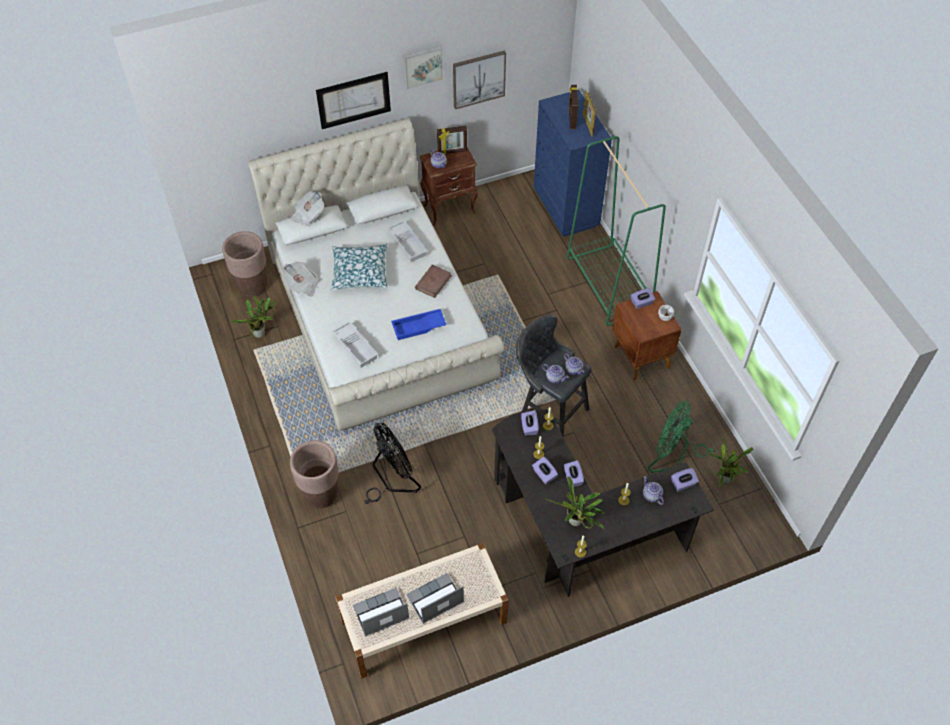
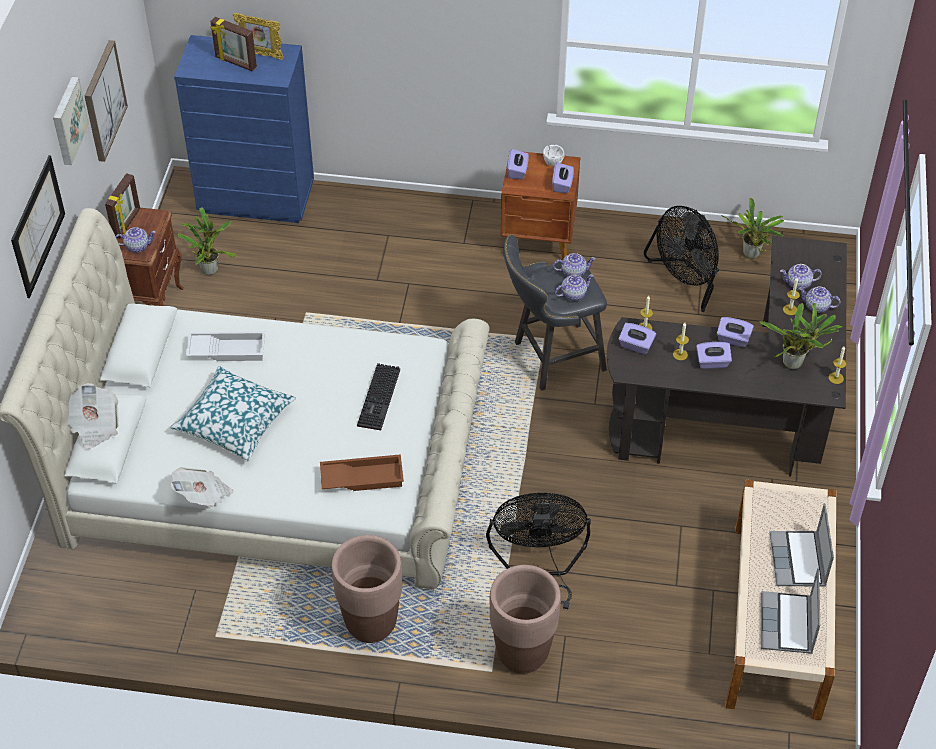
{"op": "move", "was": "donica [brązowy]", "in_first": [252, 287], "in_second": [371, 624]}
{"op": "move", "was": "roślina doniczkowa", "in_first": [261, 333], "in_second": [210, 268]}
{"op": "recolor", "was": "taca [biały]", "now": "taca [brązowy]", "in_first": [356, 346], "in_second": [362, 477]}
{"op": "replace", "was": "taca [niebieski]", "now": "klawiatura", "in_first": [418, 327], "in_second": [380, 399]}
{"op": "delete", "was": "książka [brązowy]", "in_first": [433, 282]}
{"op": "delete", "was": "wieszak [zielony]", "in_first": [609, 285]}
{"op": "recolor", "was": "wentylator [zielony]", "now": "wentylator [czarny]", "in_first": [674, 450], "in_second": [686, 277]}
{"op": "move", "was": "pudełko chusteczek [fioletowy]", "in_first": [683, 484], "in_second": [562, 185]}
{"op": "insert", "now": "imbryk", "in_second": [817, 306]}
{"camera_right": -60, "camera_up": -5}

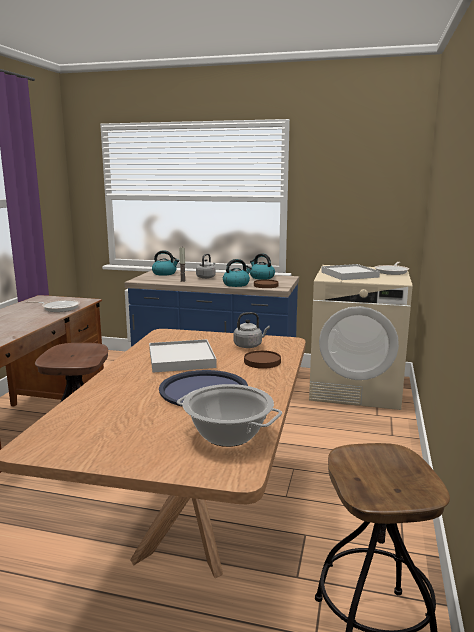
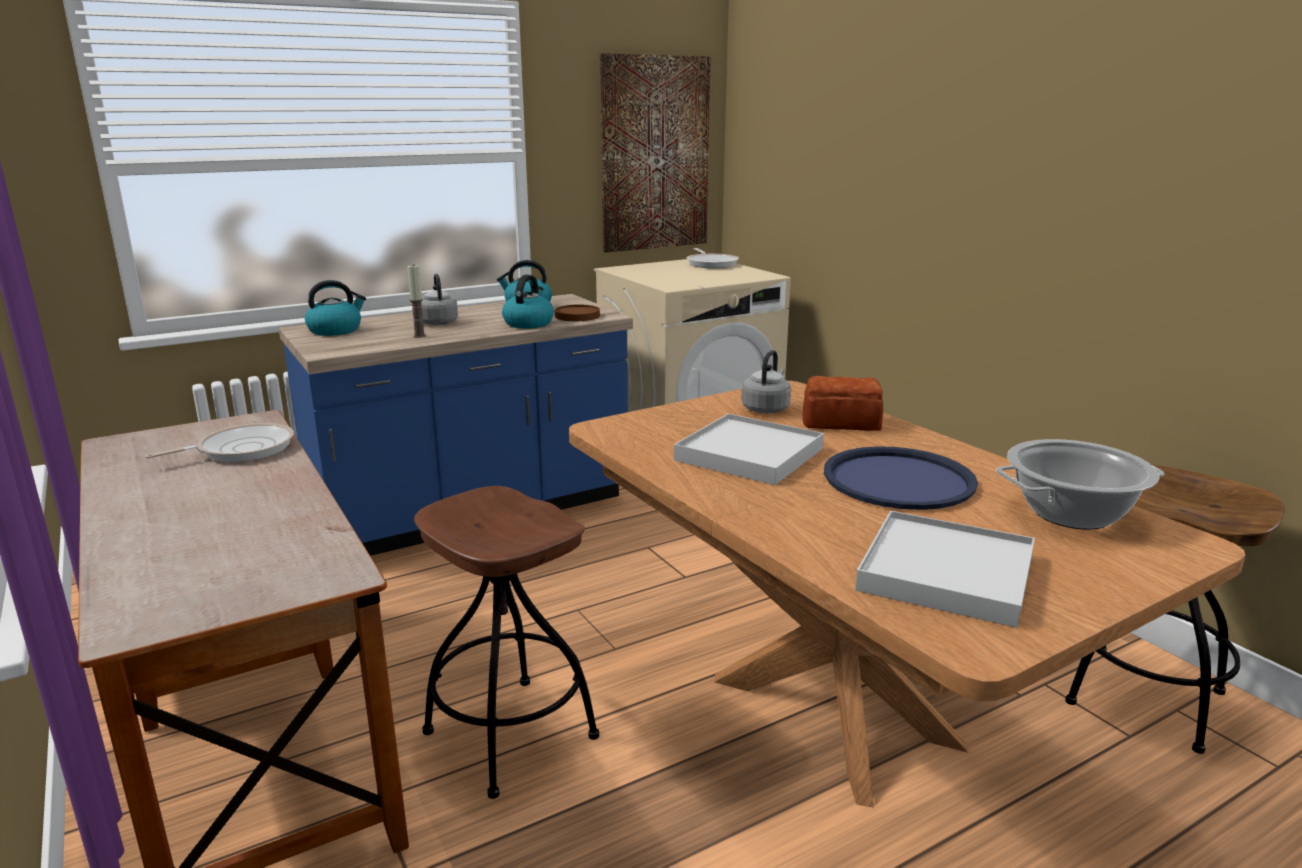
{"op": "replace", "was": "talerz [brązowy]", "now": "chleb", "in_first": [262, 362], "in_second": [843, 423]}
{"op": "move", "was": "taca [biały]", "in_first": [349, 275], "in_second": [945, 573]}
{"op": "insert", "now": "obraz", "in_second": [654, 154]}
{"camera_right": -45, "camera_up": 5}

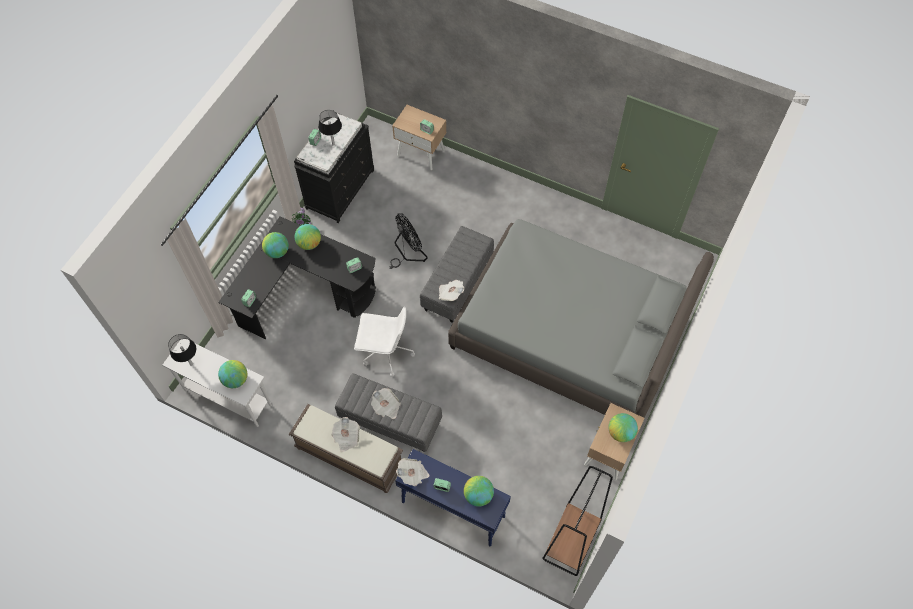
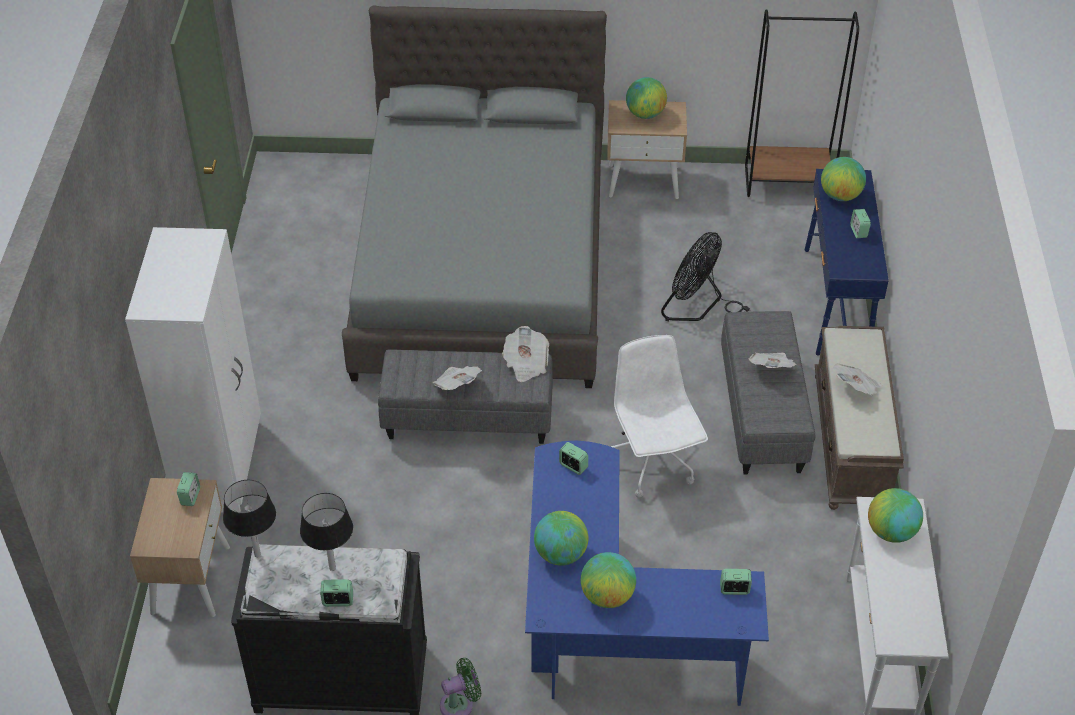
{"op": "move", "was": "lampa stołowa [czarny]", "in_first": [191, 364], "in_second": [257, 554]}
{"op": "recolor", "was": "biurko [czarny]", "now": "biurko [niebieski]", "in_first": [304, 293], "in_second": [610, 630]}
{"op": "move", "was": "wentylator [czarny]", "in_first": [406, 250], "in_second": [702, 303]}
{"op": "move", "was": "gazeta", "in_first": [413, 474], "in_second": [457, 385]}
{"op": "insert", "now": "szafa [biały]", "in_second": [220, 464]}
{"camera_right": -115, "camera_up": -15}

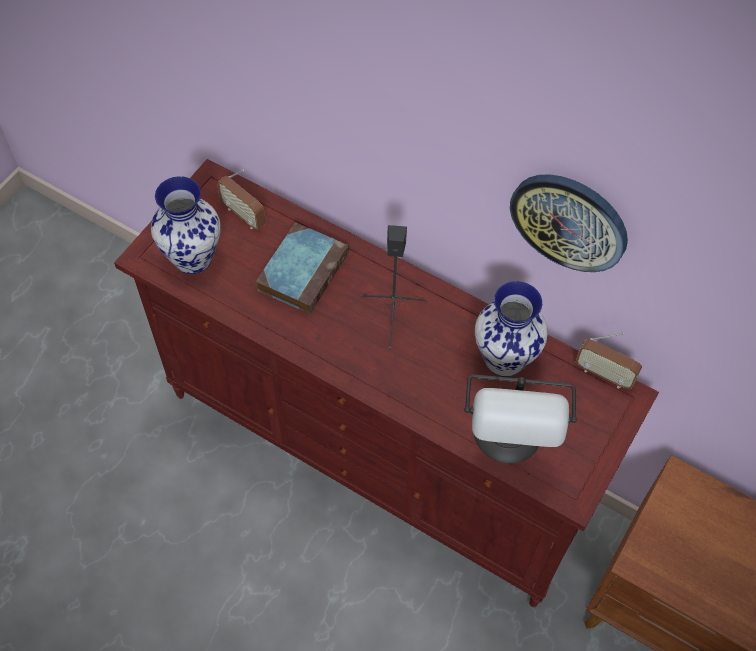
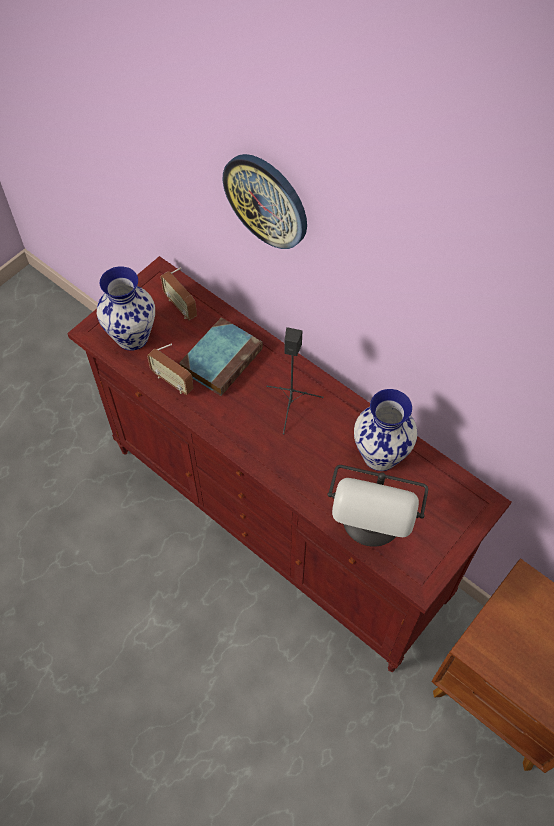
{"op": "move", "was": "zegar ścienny", "in_first": [569, 221], "in_second": [266, 200]}
{"op": "move", "was": "radio", "in_first": [604, 374], "in_second": [172, 381]}
{"camera_right": 10, "camera_up": 0}

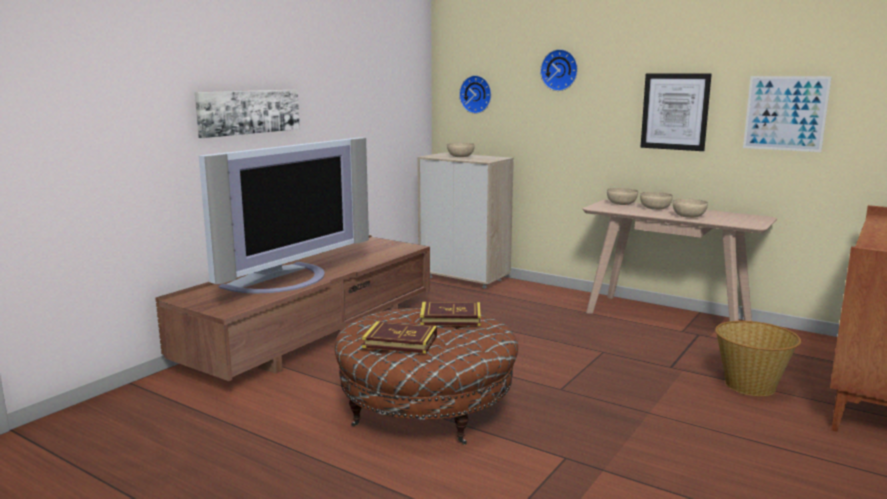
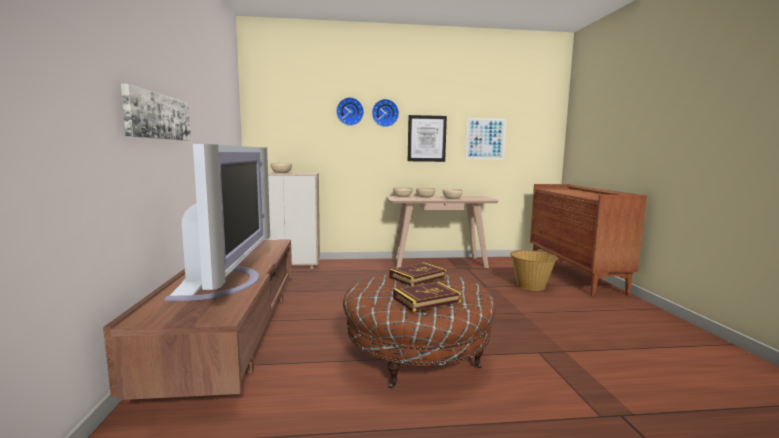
{"op": "move", "was": "zegar ścienny", "in_first": [476, 94], "in_second": [385, 113]}
{"camera_right": -40, "camera_up": -5}

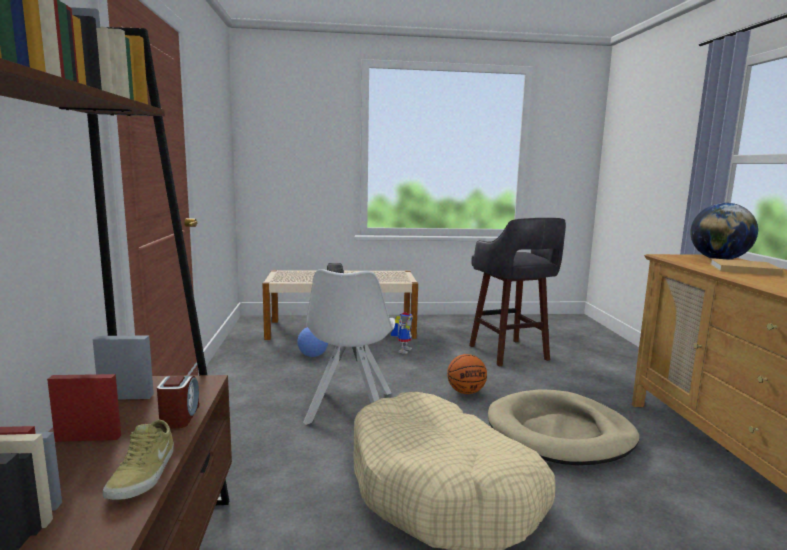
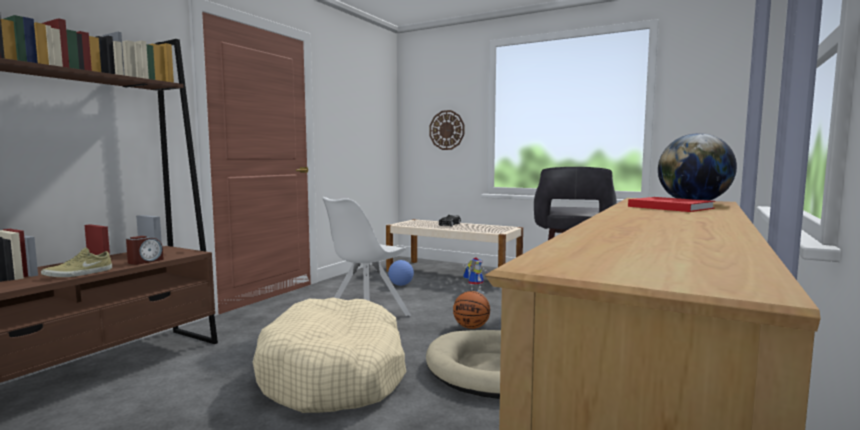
{"op": "recolor", "was": "książka [beżowy]", "now": "książka [czerwony]", "in_first": [741, 269], "in_second": [668, 207]}
{"op": "insert", "now": "zegar ścienny", "in_second": [447, 130]}
{"camera_right": 35, "camera_up": -5}

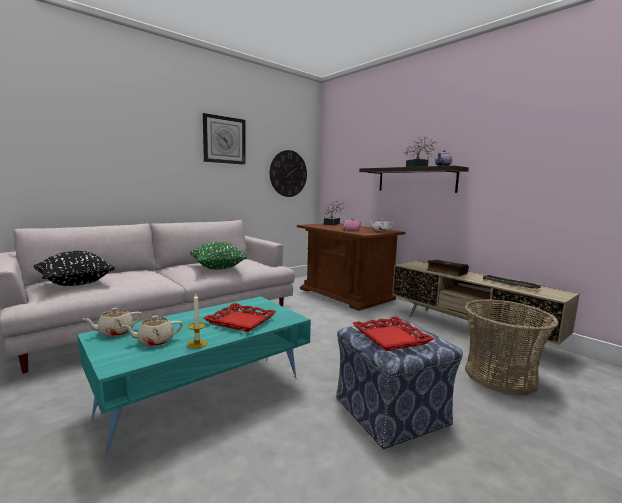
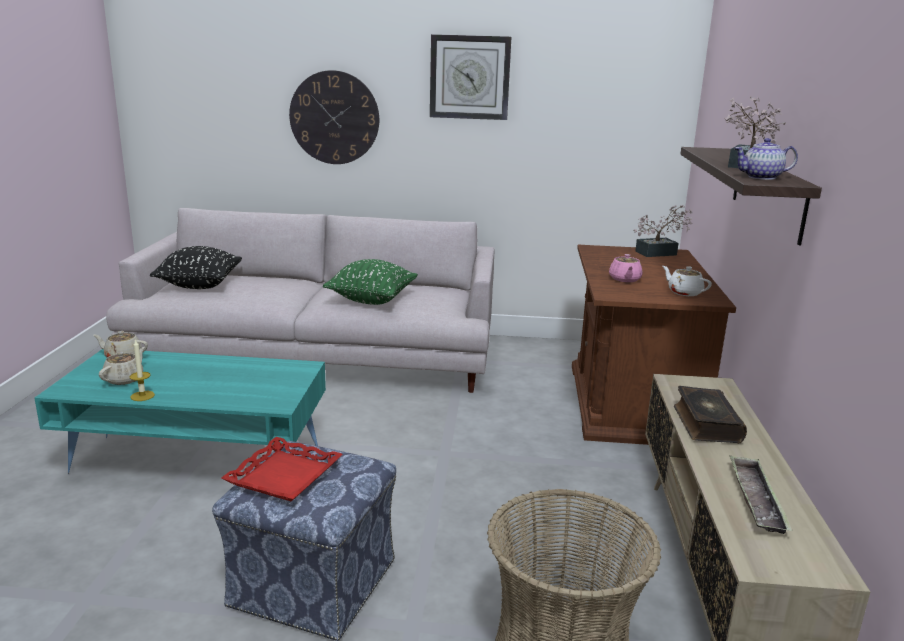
{"op": "rotate", "was": "imbryk [beżowy]", "in_first": [154, 341], "in_second": [124, 379], "clockwise": 90}
{"op": "delete", "was": "taca [czerwony]", "in_first": [240, 321]}
{"op": "move", "was": "zegar ścienny", "in_first": [288, 173], "in_second": [334, 118]}
{"camera_right": 45, "camera_up": 10}

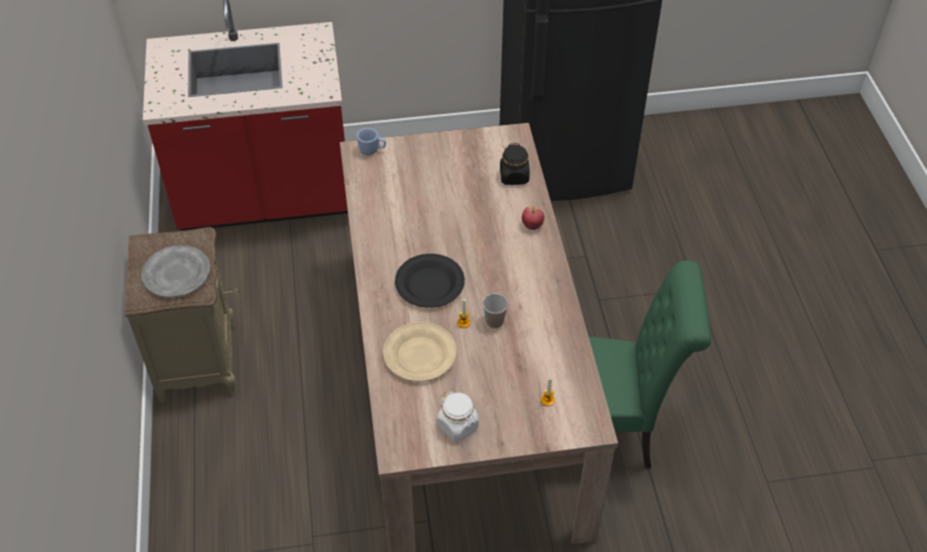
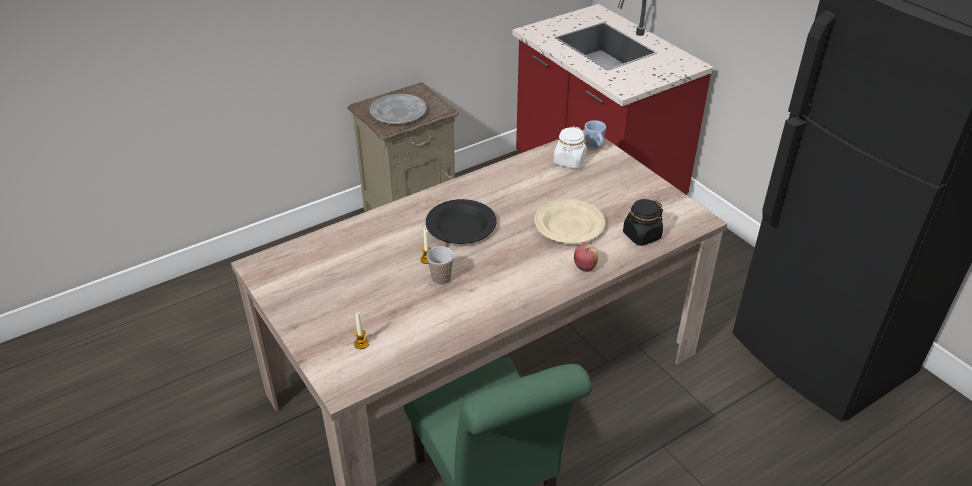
{"op": "move", "was": "talerz [beżowy]", "in_first": [419, 355], "in_second": [568, 225]}
{"op": "move", "was": "słoik [biały]", "in_first": [458, 426], "in_second": [569, 161]}
{"camera_right": 65, "camera_up": -10}

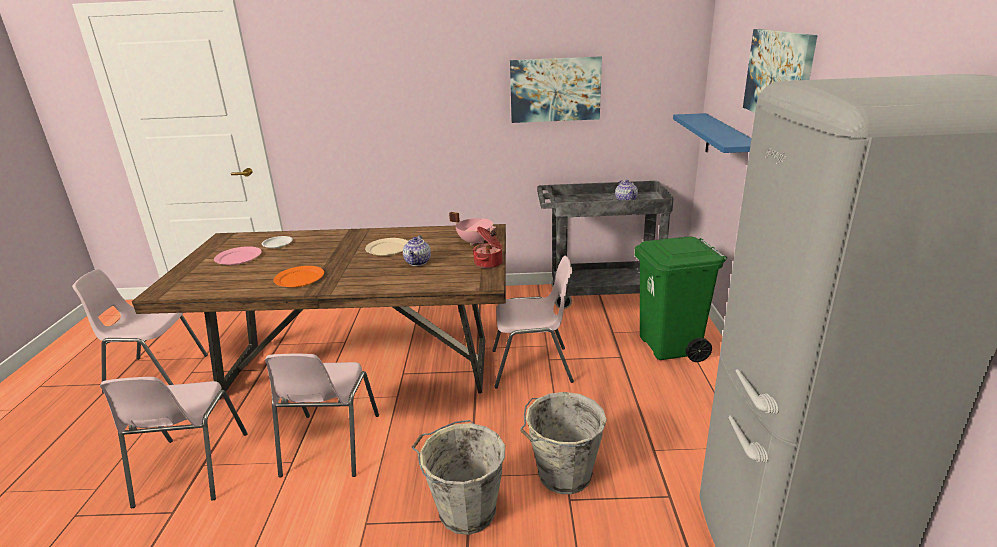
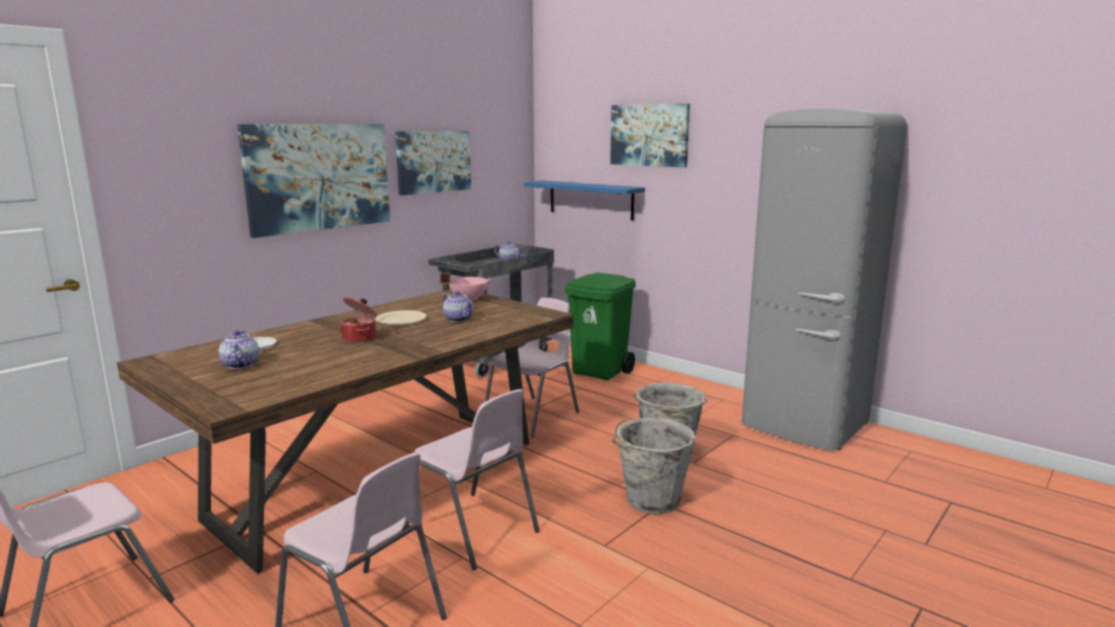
{"op": "replace", "was": "talerz [różowy]", "now": "imbryk", "in_first": [238, 258], "in_second": [240, 365]}
{"op": "delete", "was": "talerz [pomarańczowy]", "in_first": [299, 279]}
{"op": "move", "was": "garnek", "in_first": [489, 263], "in_second": [360, 338]}
{"op": "insert", "now": "obraz", "in_second": [319, 177]}
{"camera_right": -50, "camera_up": -10}

